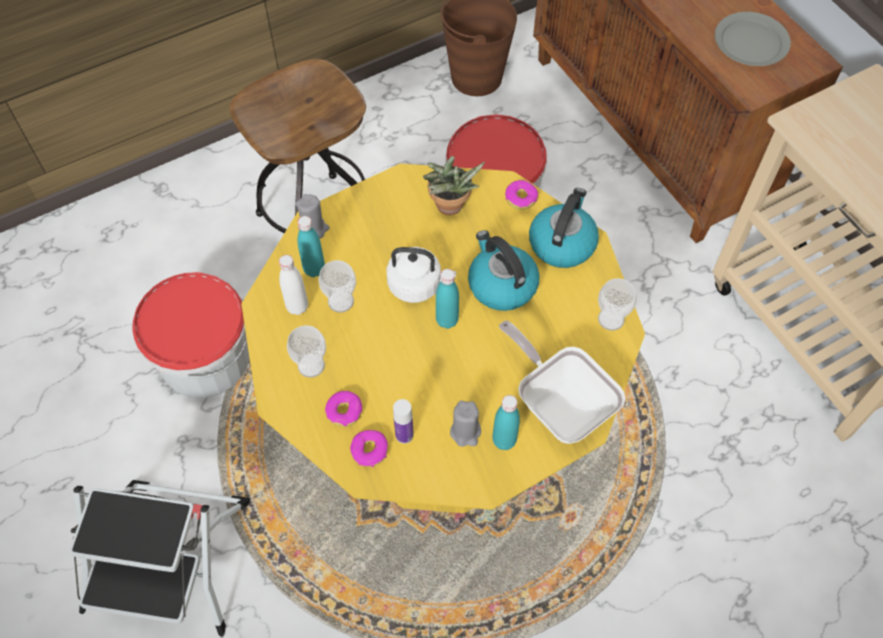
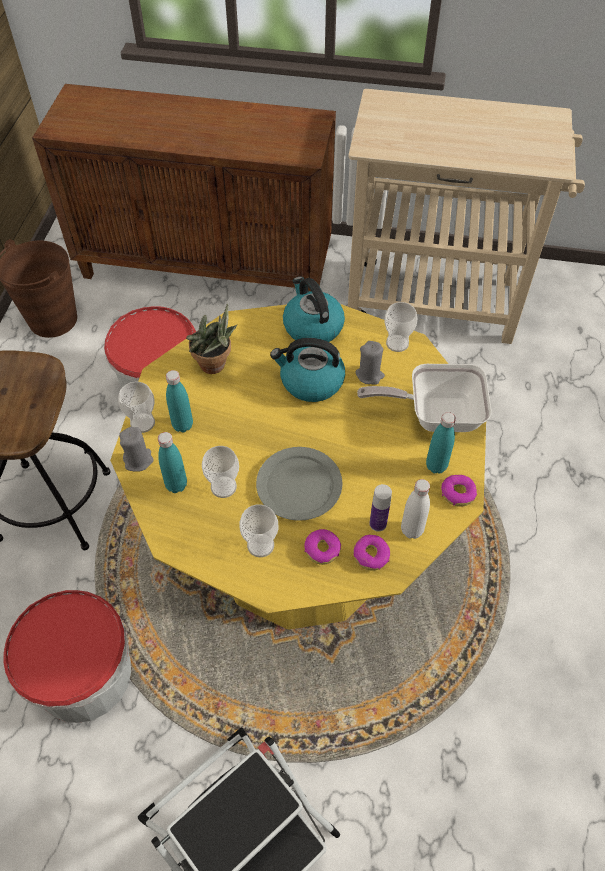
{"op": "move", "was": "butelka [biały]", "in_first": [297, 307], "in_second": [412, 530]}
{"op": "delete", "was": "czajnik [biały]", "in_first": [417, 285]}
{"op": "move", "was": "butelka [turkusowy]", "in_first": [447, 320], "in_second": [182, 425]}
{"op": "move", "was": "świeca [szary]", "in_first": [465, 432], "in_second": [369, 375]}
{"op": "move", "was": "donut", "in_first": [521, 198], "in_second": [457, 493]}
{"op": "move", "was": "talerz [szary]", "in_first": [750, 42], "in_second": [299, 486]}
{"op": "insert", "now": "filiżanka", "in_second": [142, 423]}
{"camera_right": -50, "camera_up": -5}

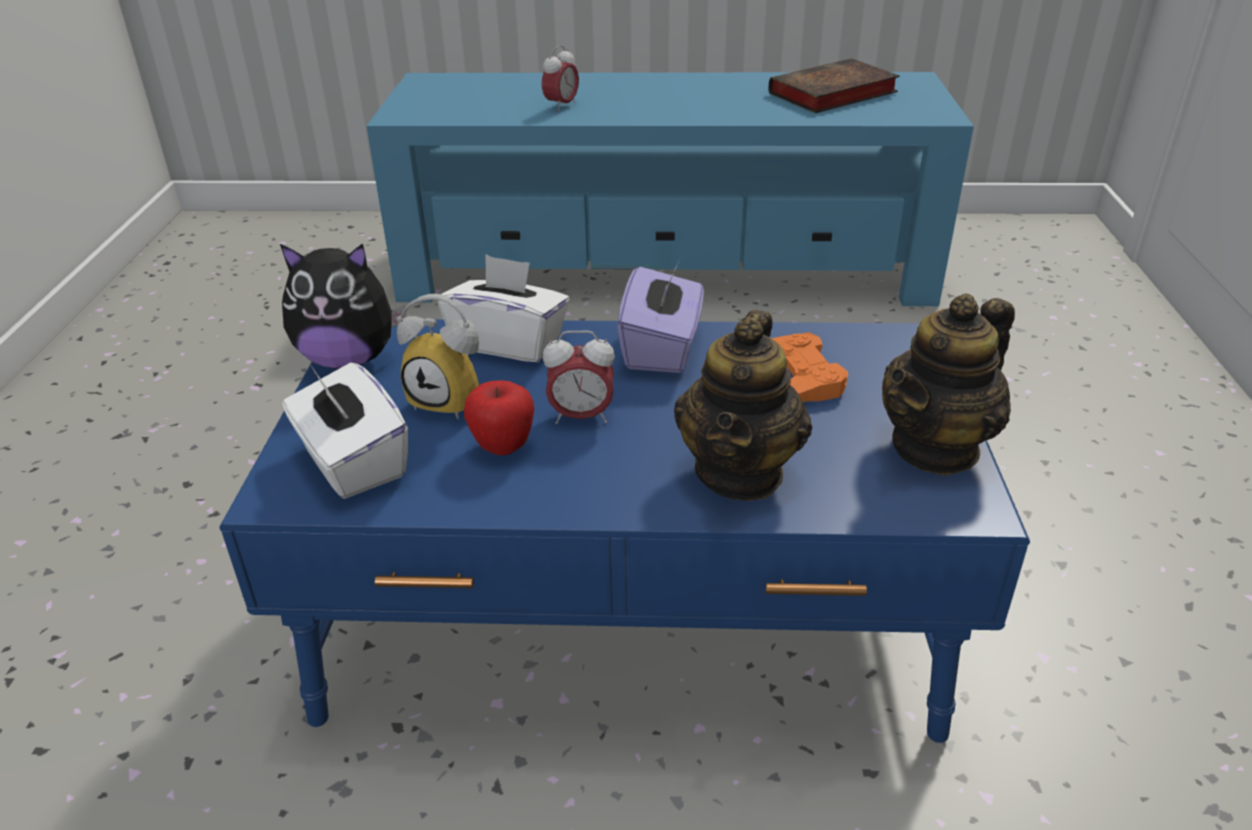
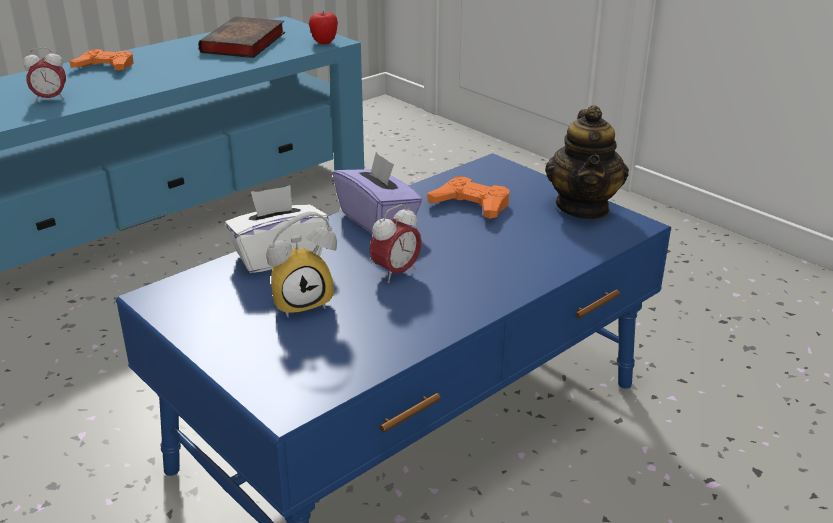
{"op": "delete", "was": "pluszak", "in_first": [349, 359]}
{"op": "delete", "was": "pudełko chusteczek [biały]", "in_first": [352, 462]}
{"op": "move", "was": "jabłko", "in_first": [503, 447], "in_second": [324, 42]}
{"op": "rotate", "was": "budzik", "in_first": [561, 106], "in_second": [50, 99], "clockwise": 90}
{"op": "delete", "was": "imbryk", "in_first": [740, 472]}
{"op": "insert", "now": "pad do gier [pomarańczowy]", "in_second": [105, 67]}
{"camera_right": -45, "camera_up": -5}

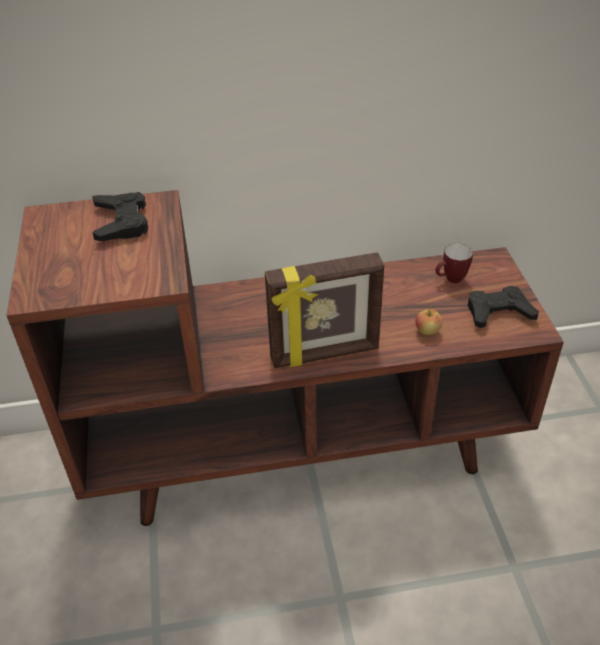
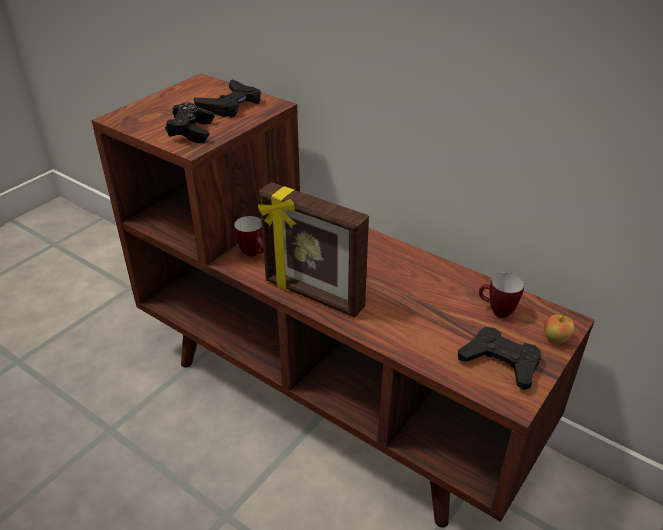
{"op": "move", "was": "jabłko", "in_first": [427, 331], "in_second": [556, 338]}
{"op": "insert", "now": "pad do gier [czarny]", "in_second": [191, 132]}
{"op": "insert", "now": "kubek", "in_second": [254, 254]}
{"camera_right": 45, "camera_up": -5}

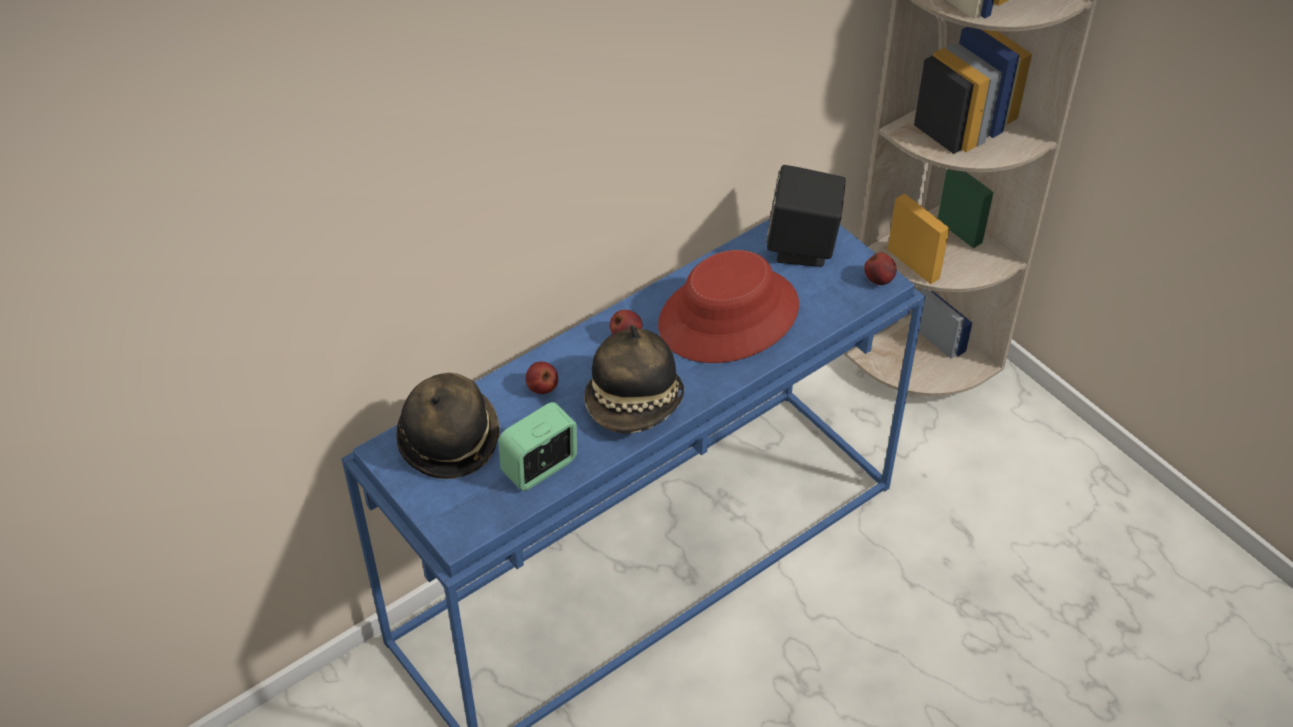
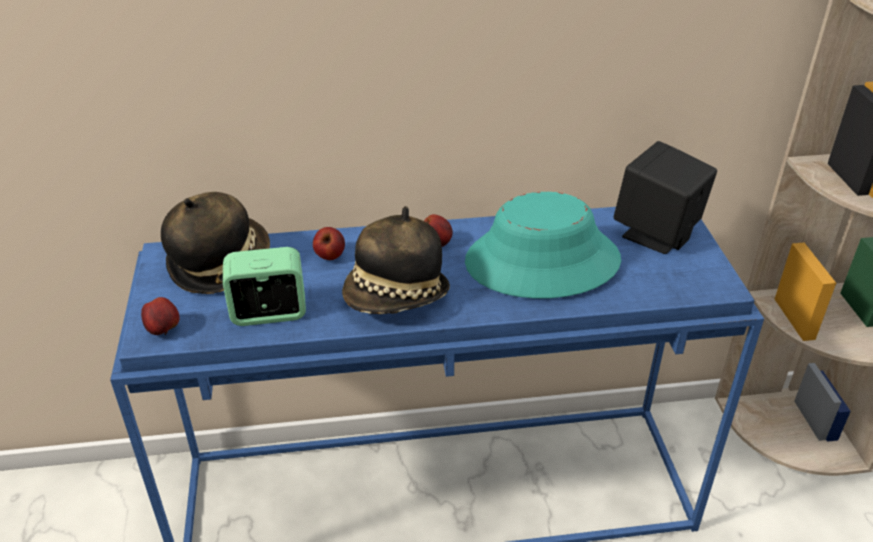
{"op": "recolor", "was": "kapelusz [czerwony]", "now": "kapelusz [turkusowy]", "in_first": [729, 317], "in_second": [542, 262]}
{"op": "move", "was": "jabłko", "in_first": [879, 280], "in_second": [164, 330]}
{"camera_right": 30, "camera_up": -10}

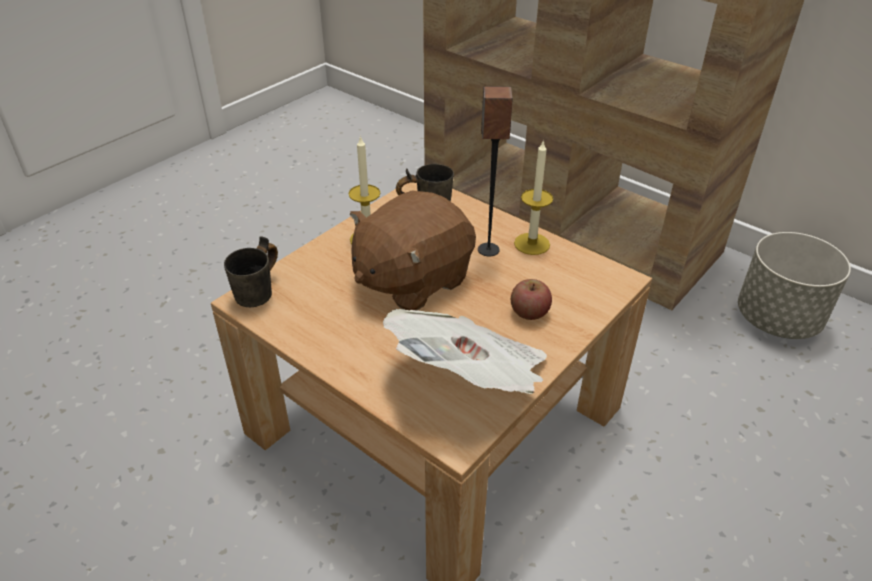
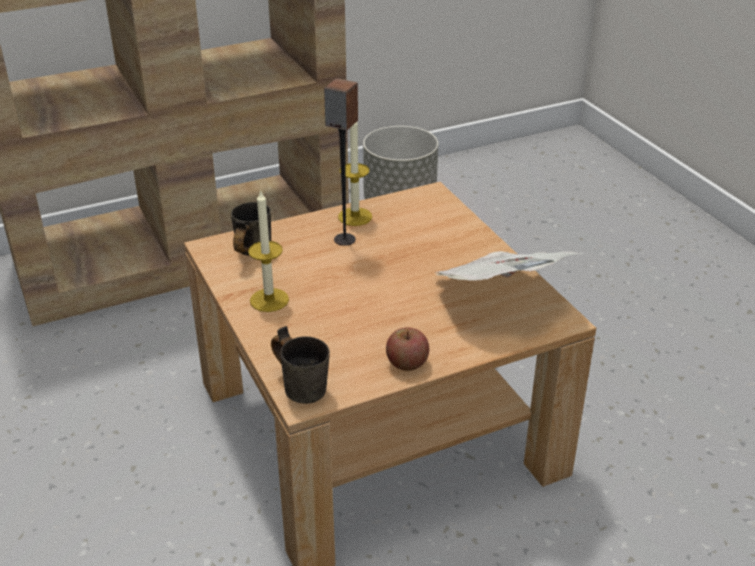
{"op": "delete", "was": "pluszak [brązowy]", "in_first": [411, 280]}
{"op": "move", "was": "jabłko", "in_first": [529, 312], "in_second": [407, 363]}
{"camera_right": -65, "camera_up": -5}

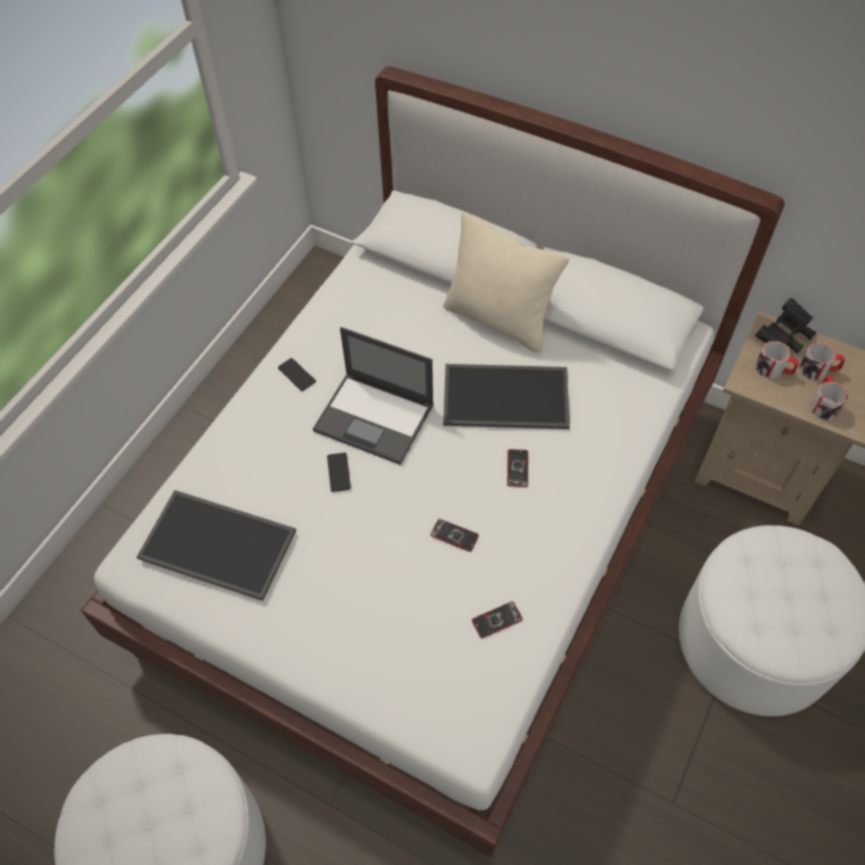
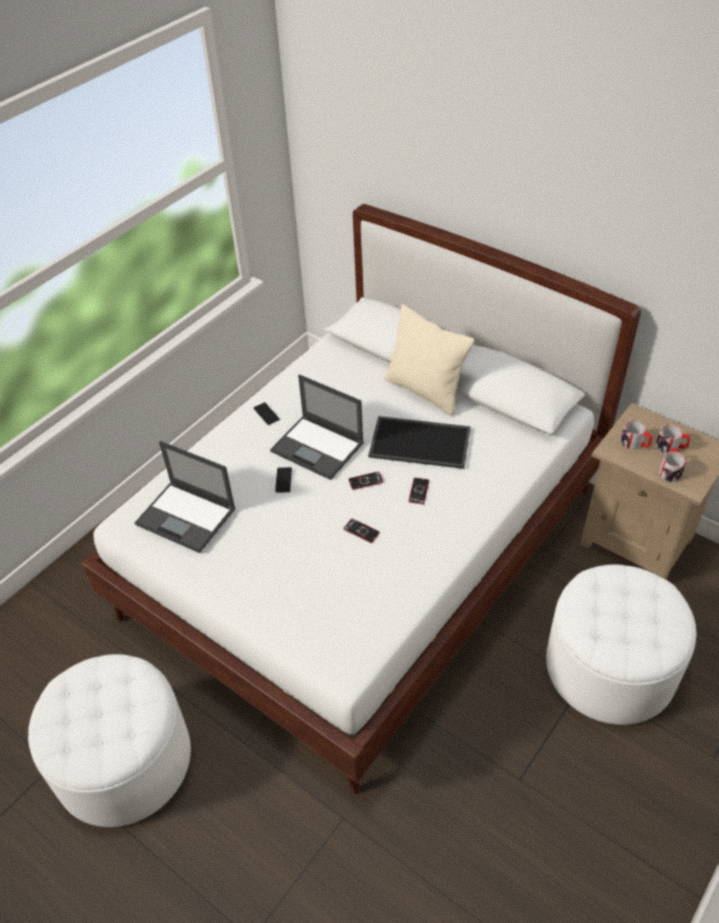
{"op": "replace", "was": "taca", "now": "laptop", "in_first": [220, 543], "in_second": [187, 517]}
{"op": "move", "was": "telefon", "in_first": [497, 620], "in_second": [365, 481]}
{"op": "delete", "was": "lornetka [czarny]", "in_first": [785, 336]}
{"camera_right": 10, "camera_up": -10}

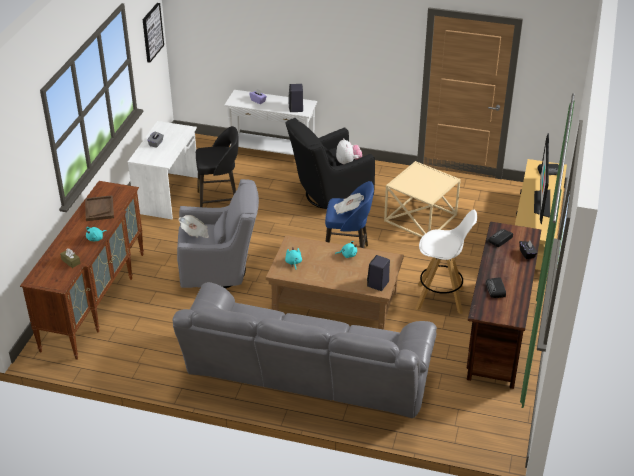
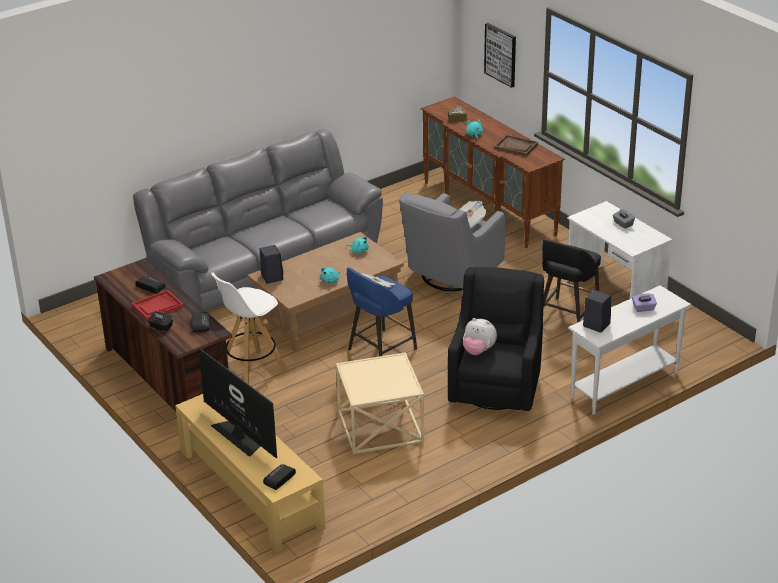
{"op": "move", "was": "obraz", "in_first": [152, 32], "in_second": [501, 54]}
{"op": "insert", "now": "taca [czerwony]", "in_second": [157, 307]}
{"camera_right": 130, "camera_up": -5}

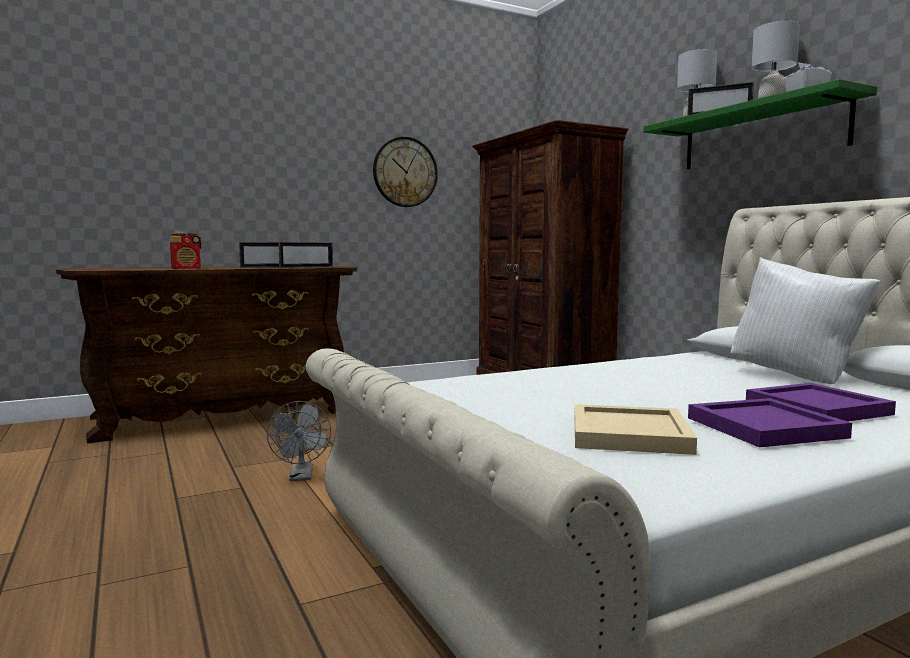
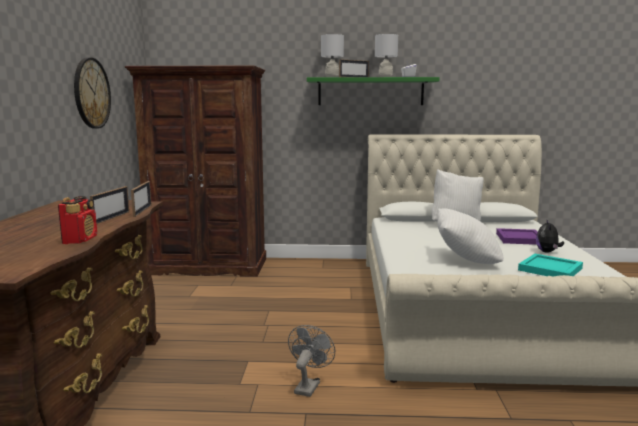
{"op": "rotate", "was": "wentylator [szary]", "in_first": [301, 477], "in_second": [308, 385], "clockwise": -90}
{"op": "recolor", "was": "taca [beżowy]", "now": "taca [turkusowy]", "in_first": [627, 434], "in_second": [549, 269]}
{"op": "replace", "was": "taca [fioletowy]", "now": "pluszak", "in_first": [764, 428], "in_second": [547, 252]}
{"op": "insert", "now": "poduszka [biały]", "in_second": [466, 260]}
{"camera_right": -60, "camera_up": 5}

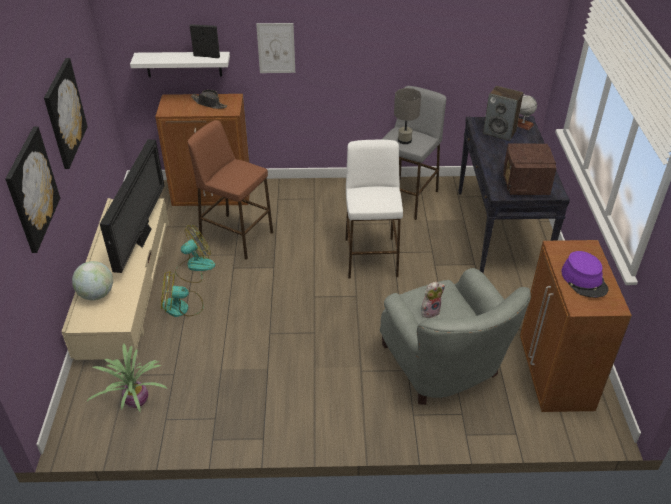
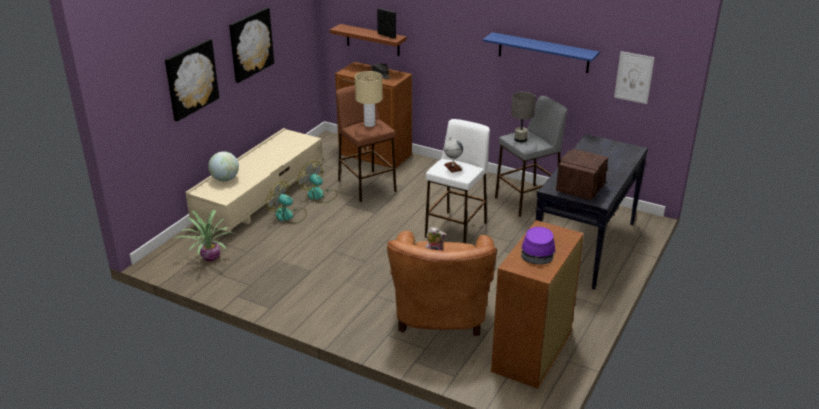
{"op": "delete", "was": "telewizor", "in_first": [143, 236]}
{"op": "recolor", "was": "półka [biały]", "now": "półka [brązowy]", "in_first": [183, 64], "in_second": [373, 40]}
{"op": "rotate", "was": "wentylator", "in_first": [194, 267], "in_second": [319, 195], "clockwise": -135}
{"op": "move", "was": "obraz", "in_first": [276, 48], "in_second": [634, 77]}
{"op": "recolor", "was": "fotel [szary]", "now": "fotel [brązowy]", "in_first": [443, 366], "in_second": [441, 315]}
{"op": "delete", "was": "głośnik", "in_first": [500, 132]}
{"op": "move", "was": "globus", "in_first": [522, 124], "in_second": [453, 167]}
{"op": "insert", "now": "lampa stołowa [beżowy]", "in_second": [369, 124]}
{"op": "insert", "now": "półka [niebieski]", "in_second": [543, 52]}
{"camera_right": 30, "camera_up": -10}

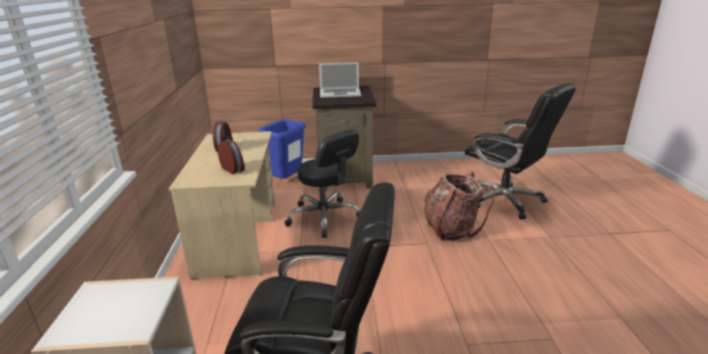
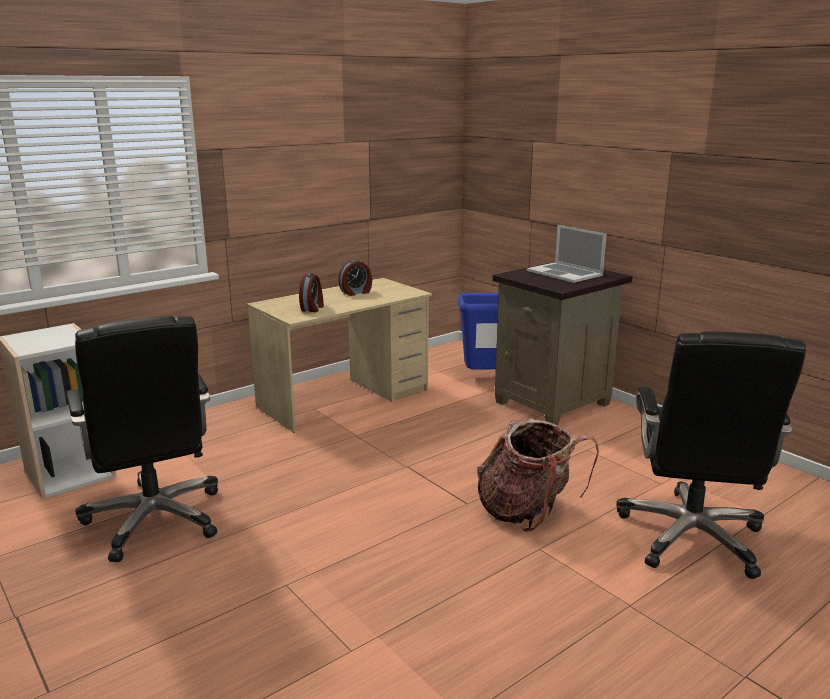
{"op": "delete", "was": "krzesło biurowe [czarny]", "in_first": [326, 219]}
{"camera_right": 55, "camera_up": -5}

